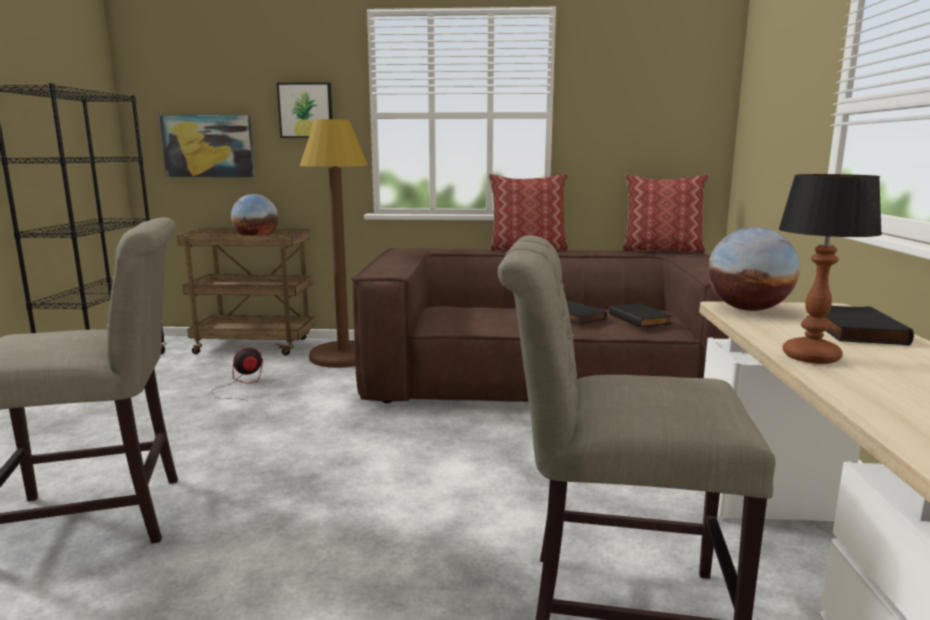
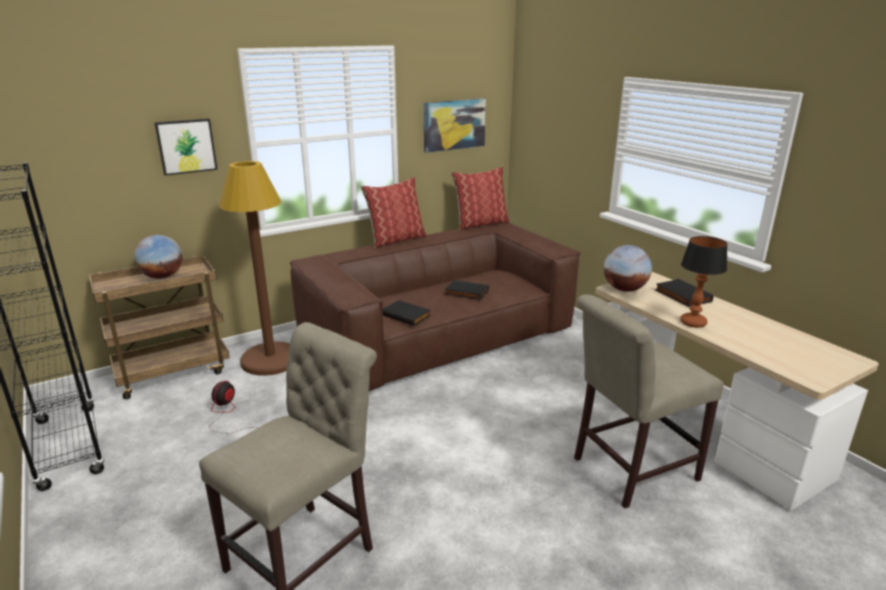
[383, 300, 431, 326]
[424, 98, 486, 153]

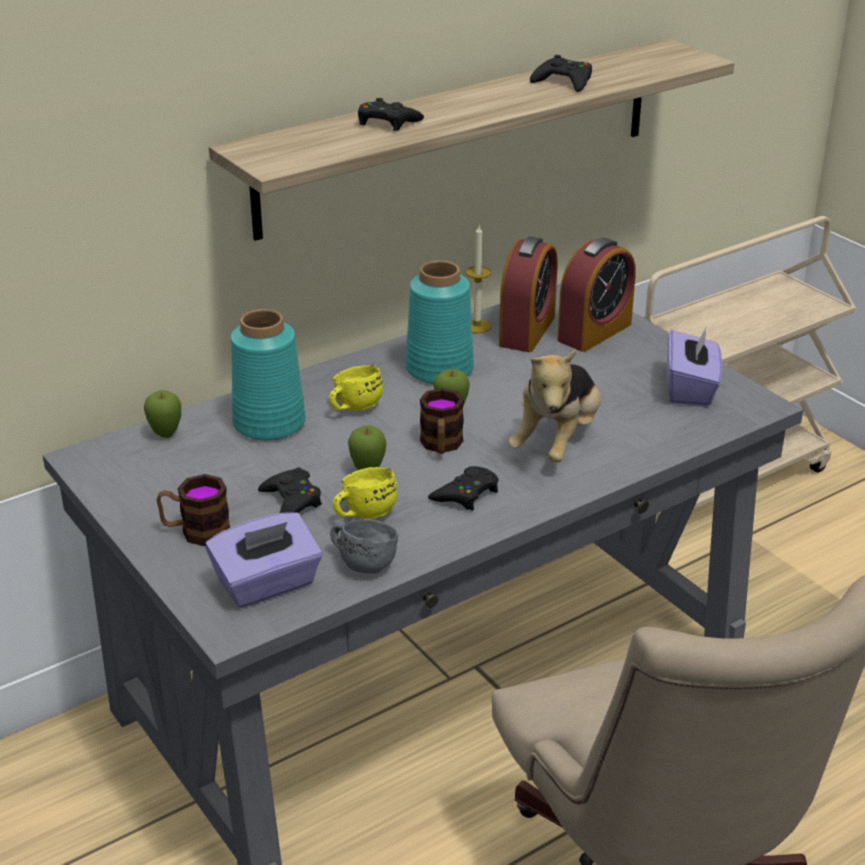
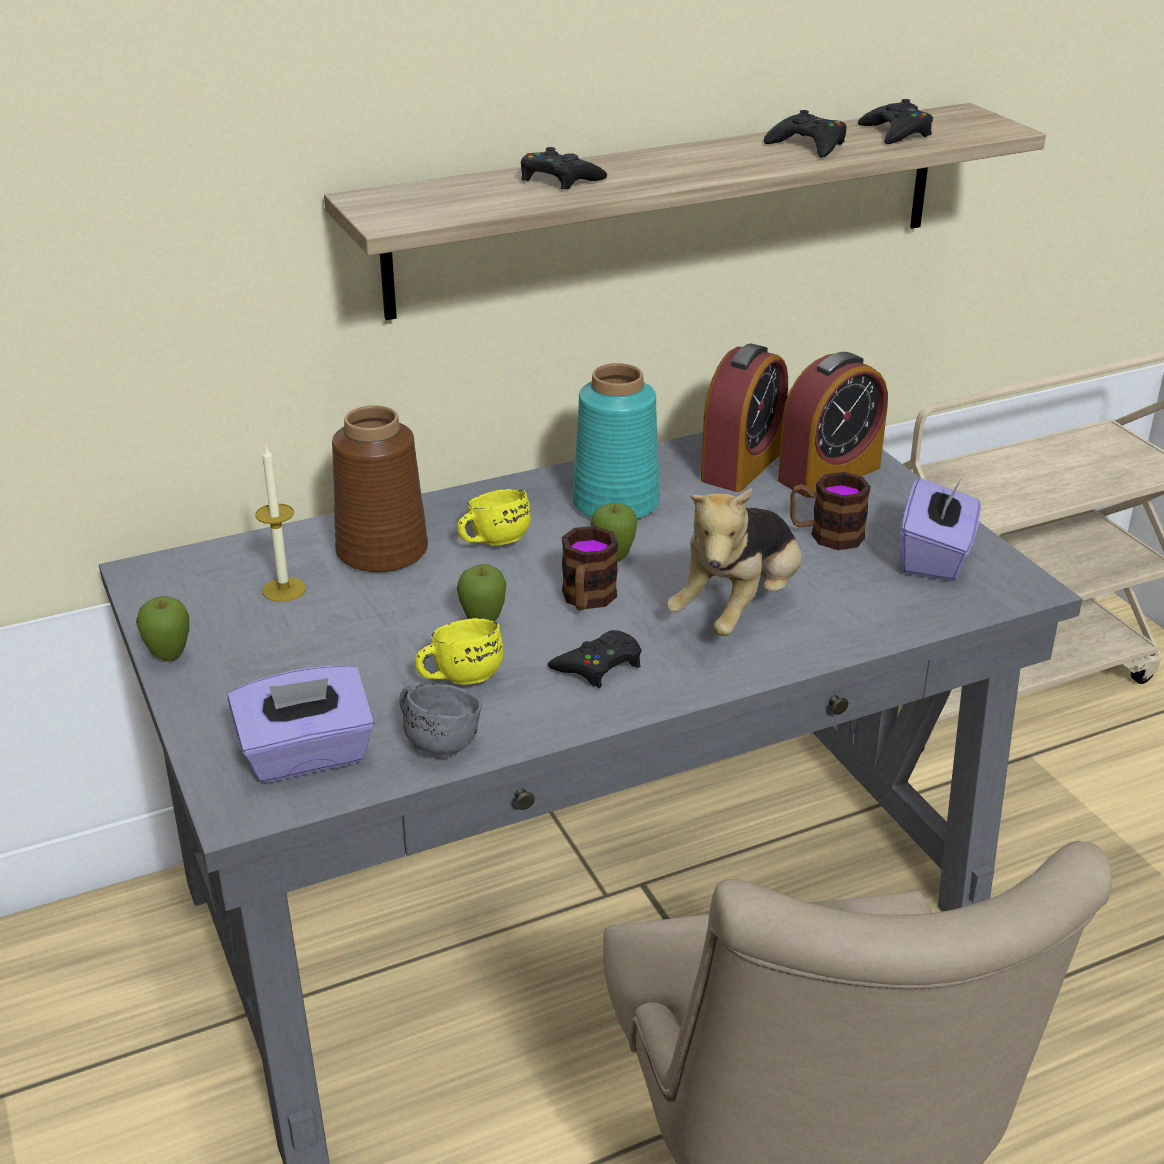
[136, 596, 189, 662]
[255, 446, 306, 602]
[332, 405, 428, 572]
[790, 472, 871, 550]
[858, 99, 933, 144]

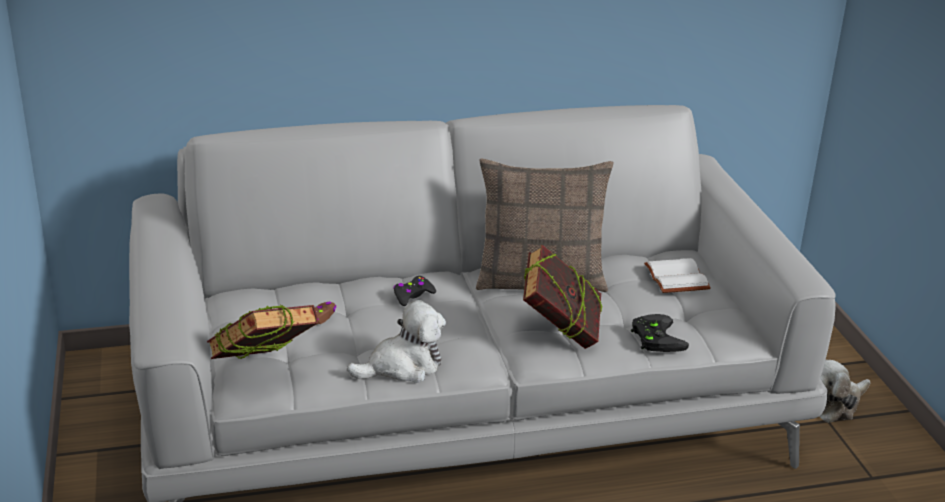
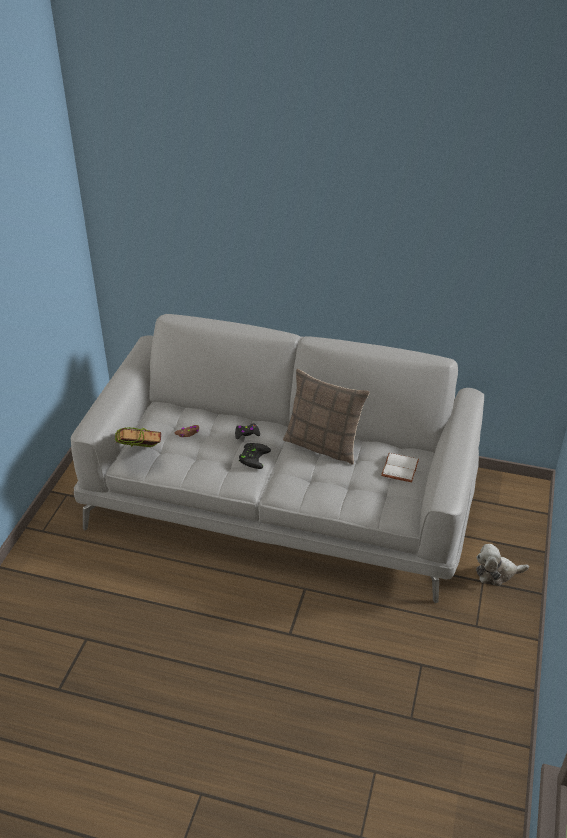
[239, 443, 271, 469]
[347, 300, 446, 383] (first image)
[523, 245, 603, 349] (first image)

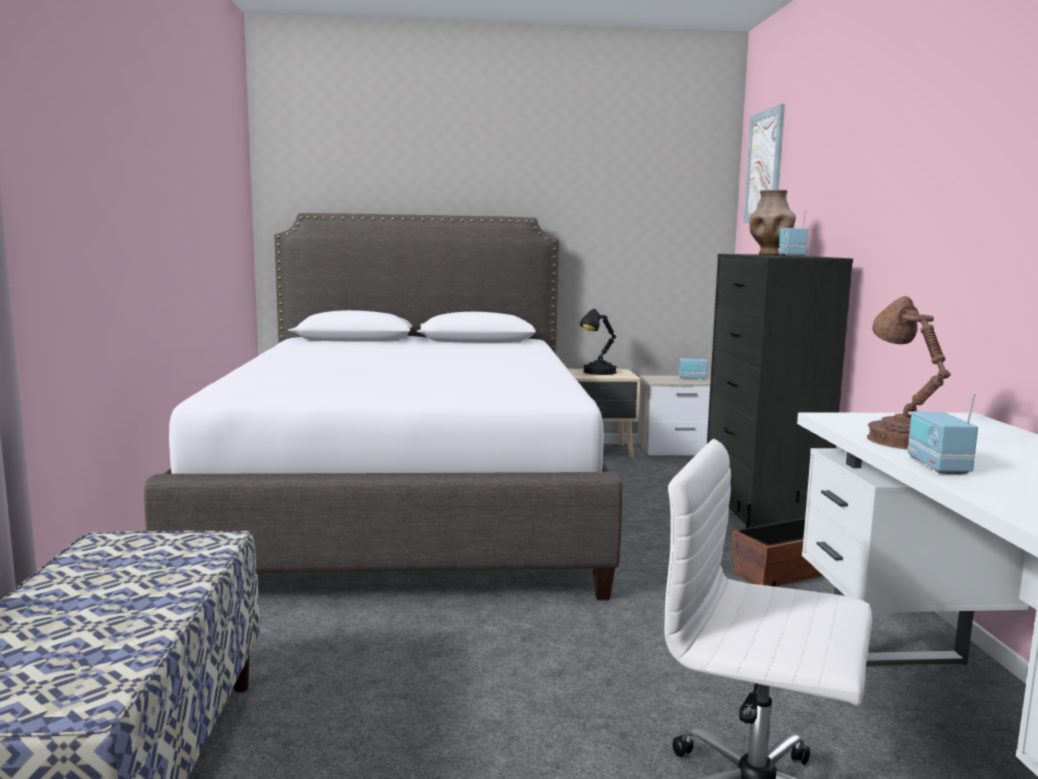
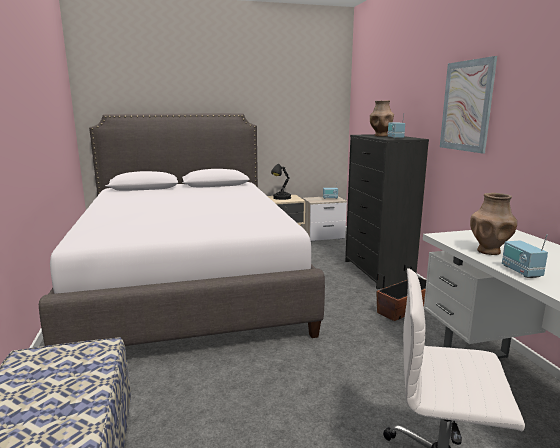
[440, 56, 497, 153]
[470, 193, 517, 255]

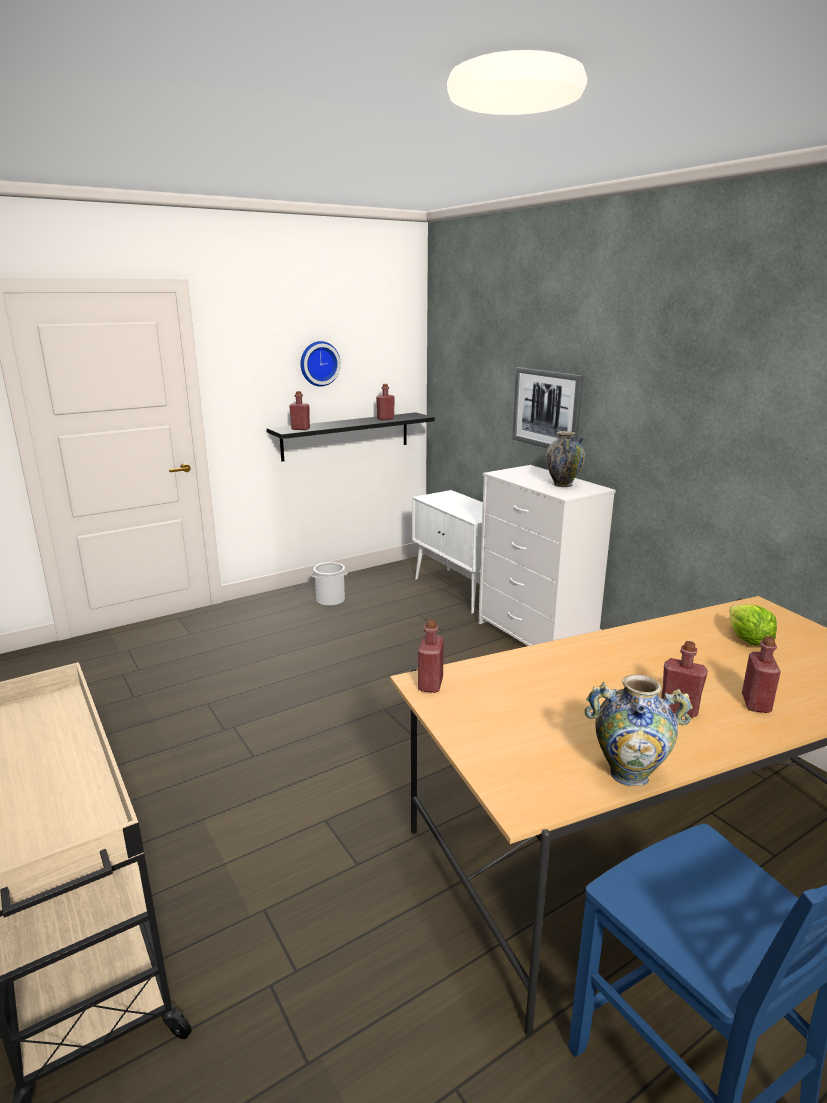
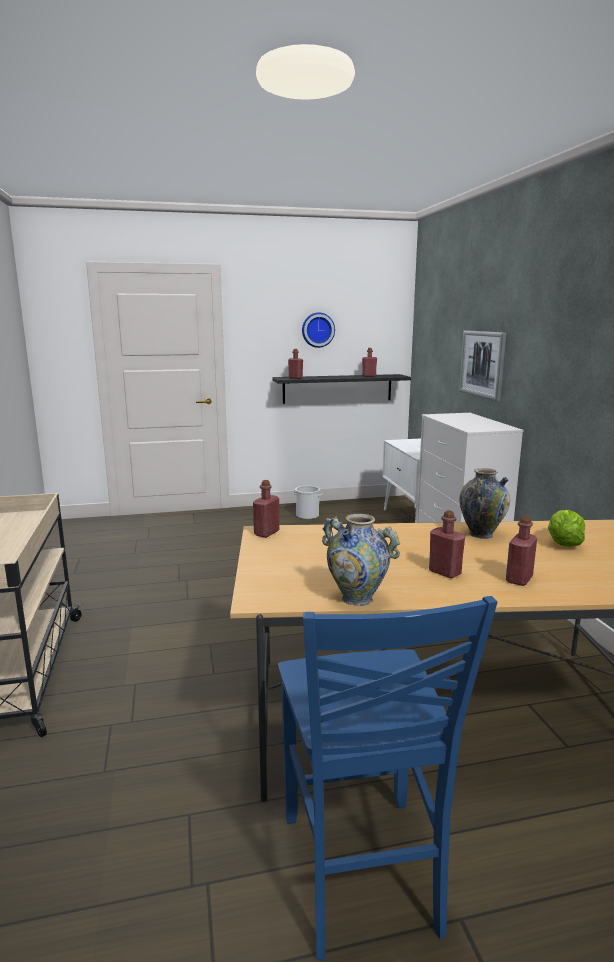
[459, 468, 510, 539]

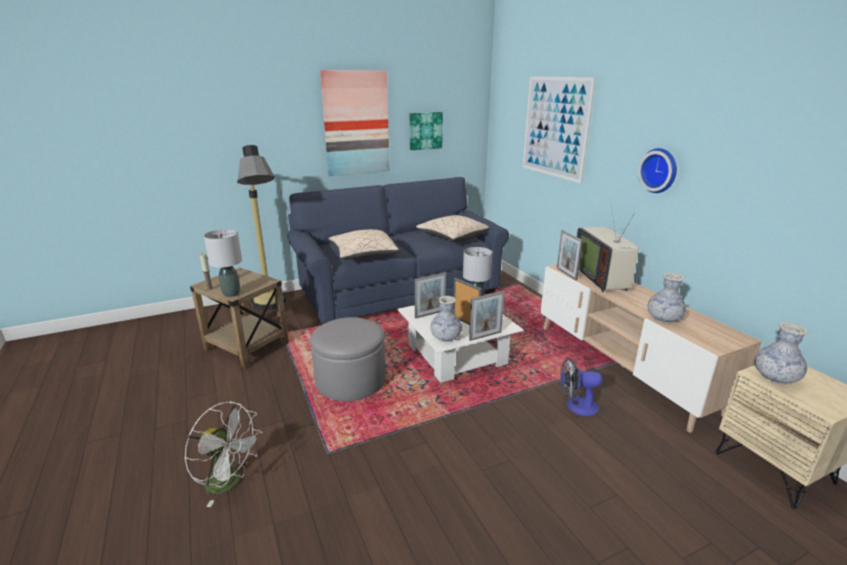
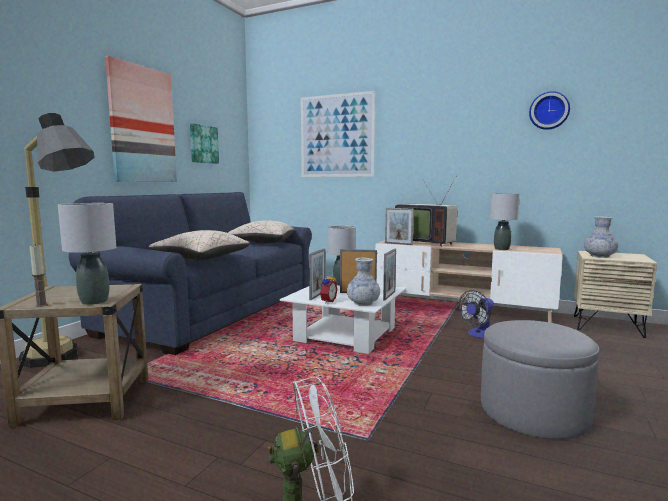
[320, 273, 337, 303]
[481, 320, 600, 439]
[490, 193, 520, 250]
[529, 91, 570, 130]

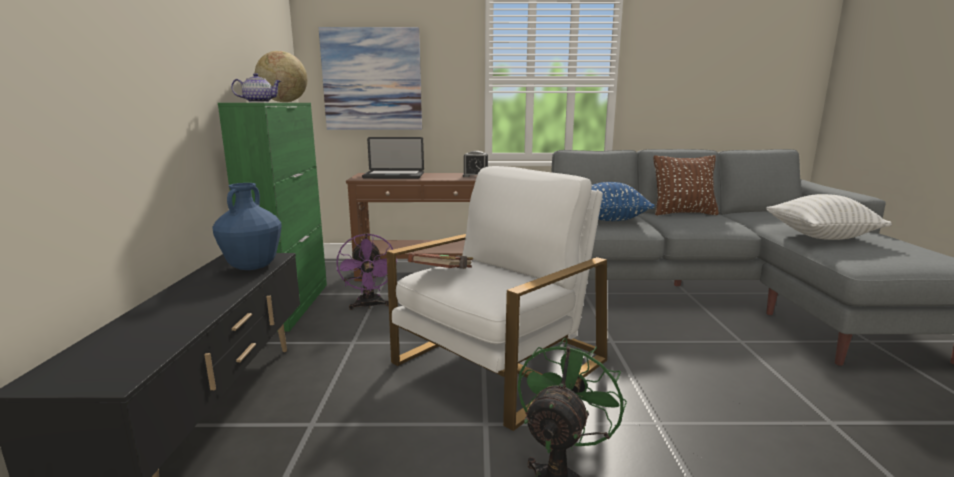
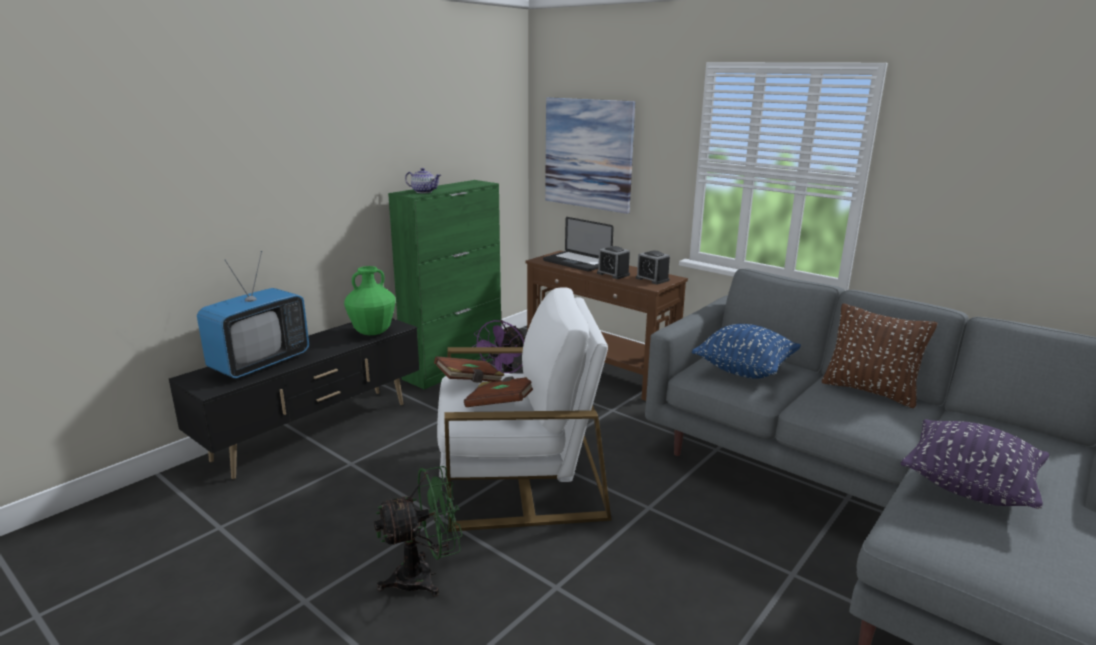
[197, 251, 309, 378]
[344, 266, 395, 335]
[464, 376, 533, 407]
[597, 246, 630, 279]
[901, 419, 1049, 509]
[255, 51, 308, 102] (first image)

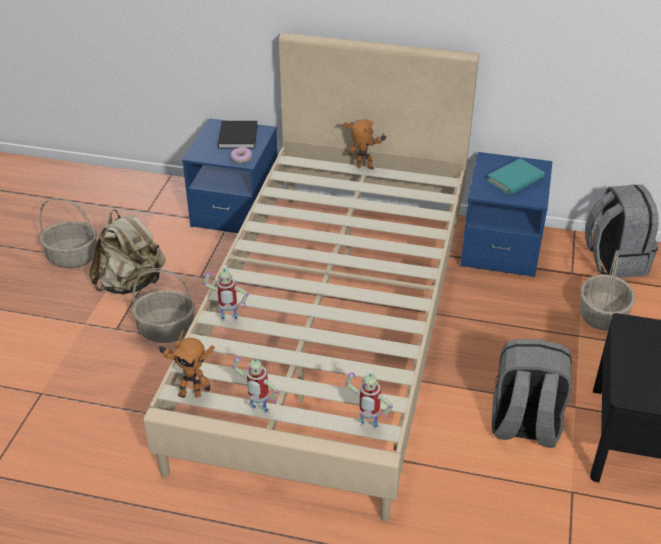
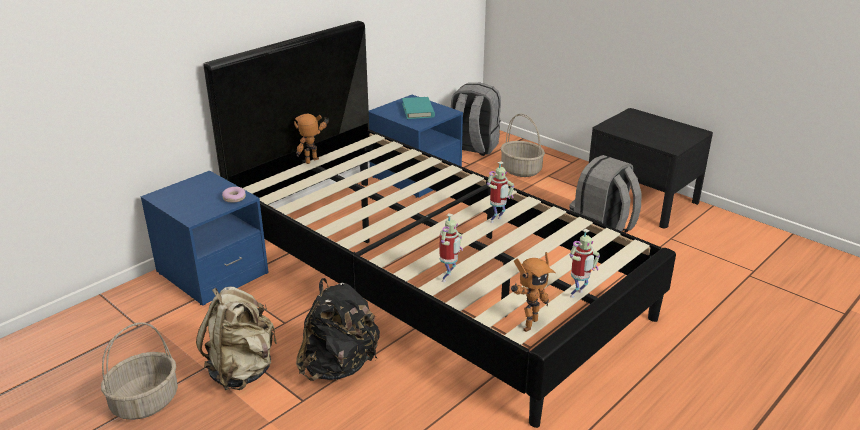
[203, 21, 676, 428]
[296, 278, 380, 381]
[487, 161, 514, 223]
[218, 121, 258, 149] (first image)

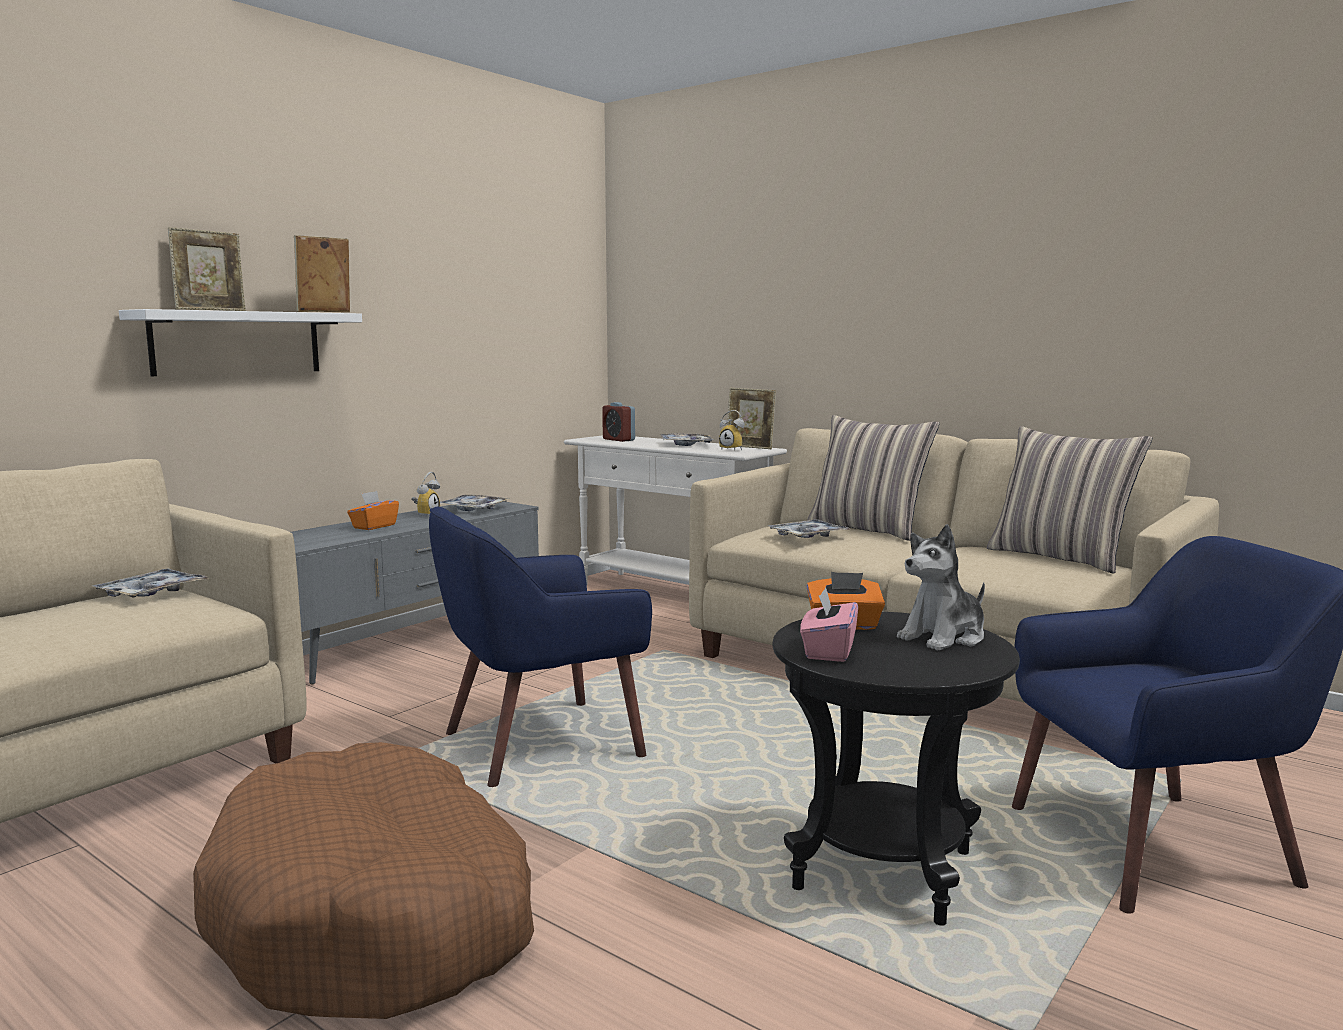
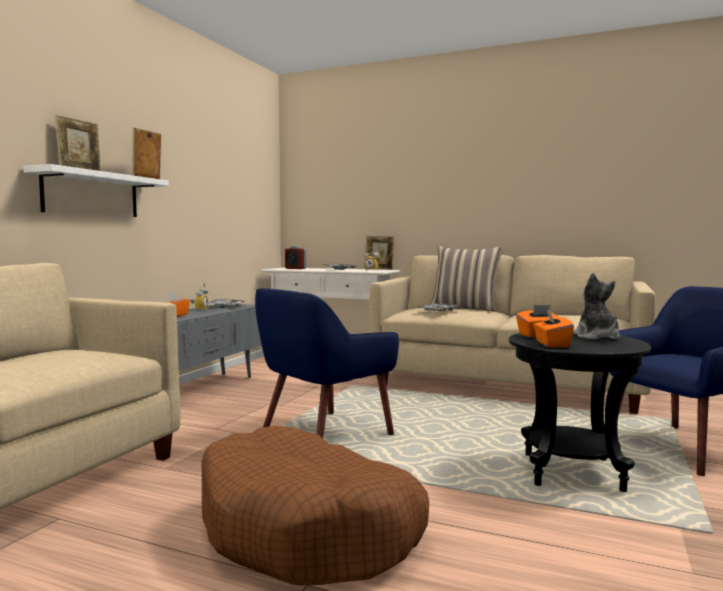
[533, 309, 574, 347]
[573, 273, 620, 340]
[92, 568, 210, 598] (first image)
[987, 426, 1153, 574] (first image)

